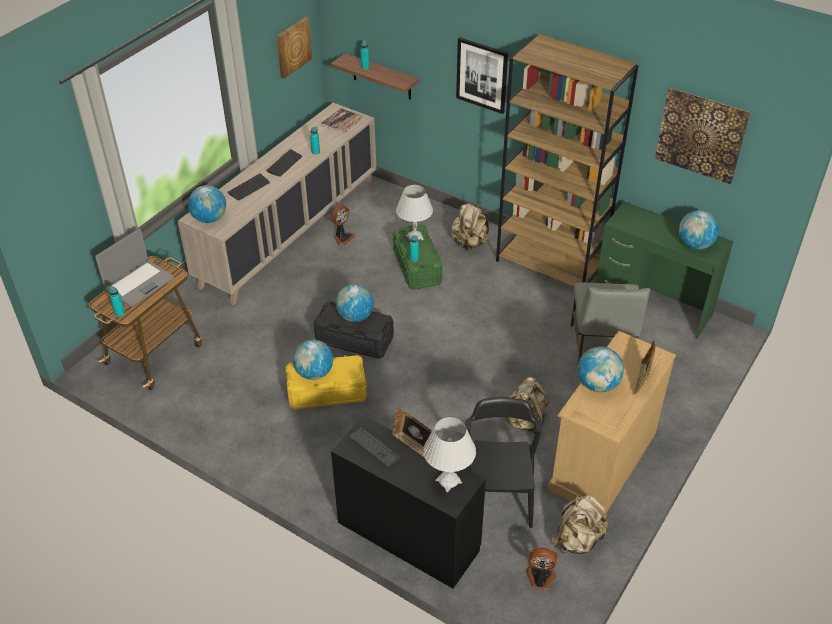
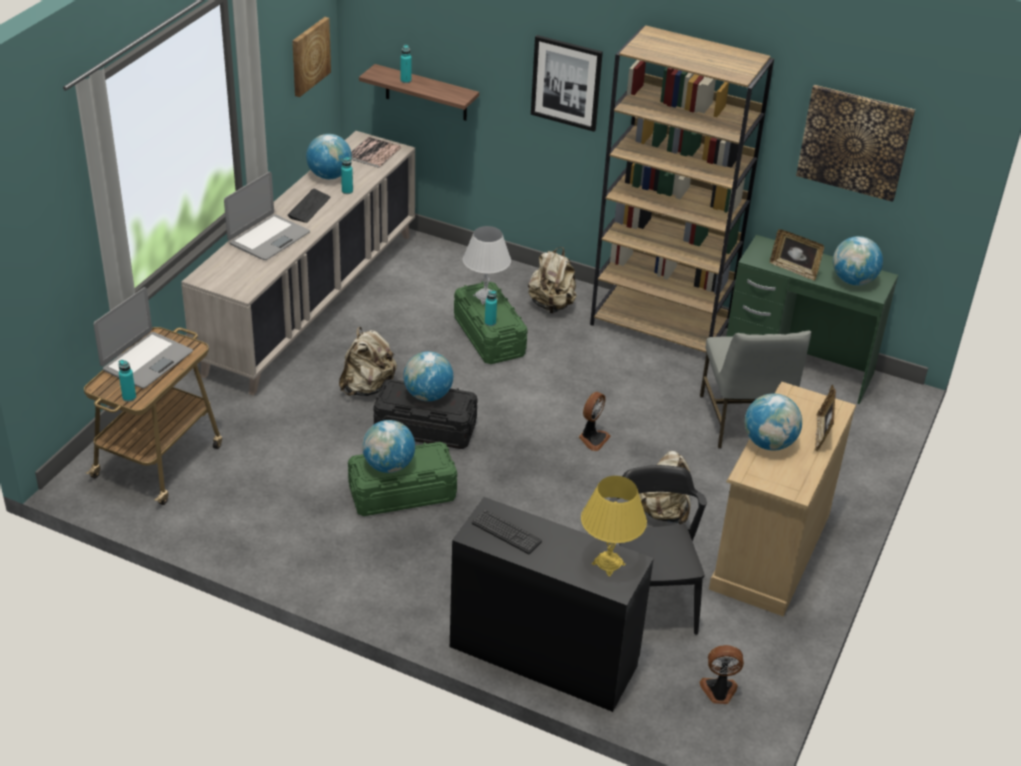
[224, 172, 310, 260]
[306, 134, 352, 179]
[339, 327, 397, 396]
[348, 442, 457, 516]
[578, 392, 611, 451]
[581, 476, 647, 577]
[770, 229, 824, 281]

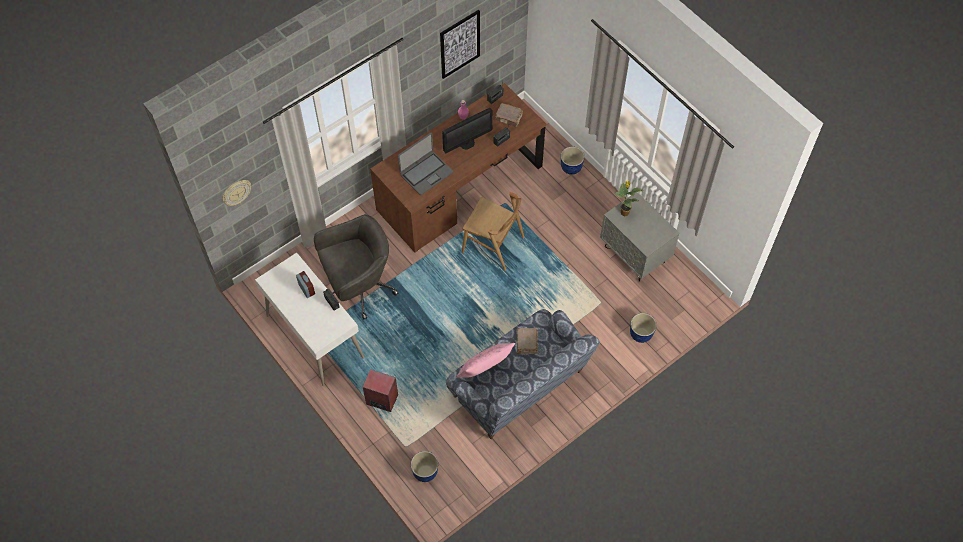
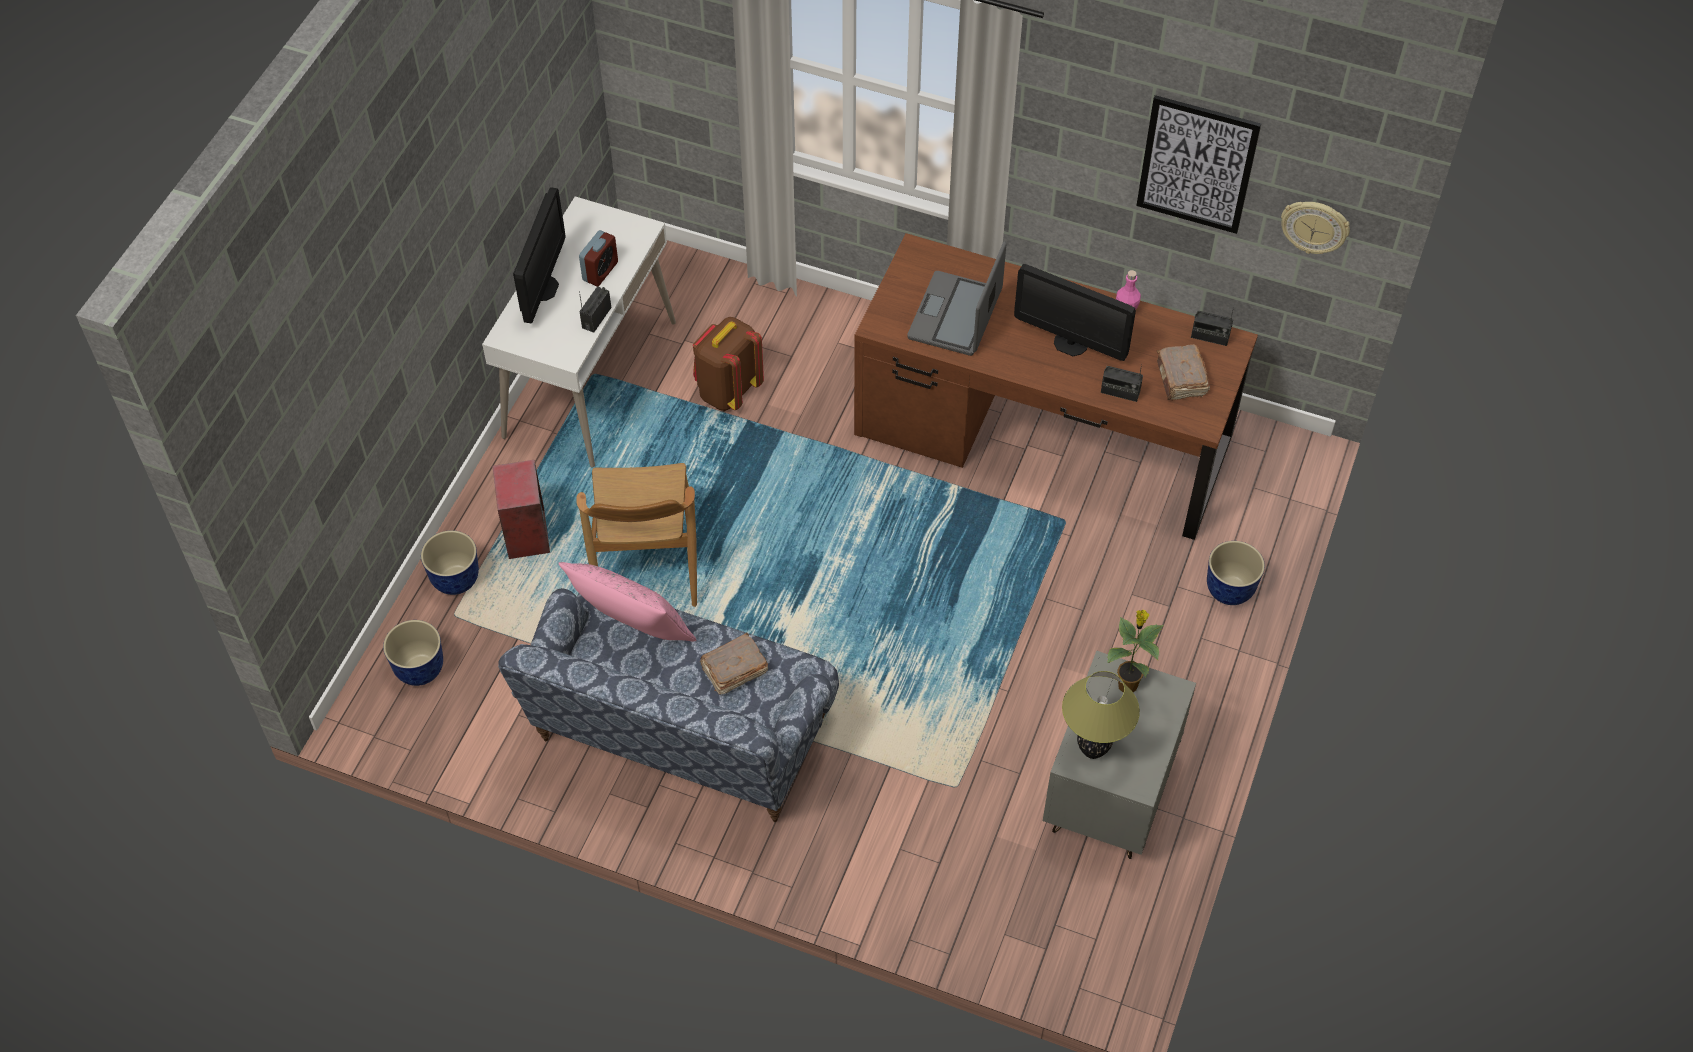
[421, 530, 479, 595]
[513, 187, 565, 324]
[576, 463, 697, 607]
[693, 317, 764, 411]
[907, 241, 1006, 356]
[1062, 671, 1140, 759]
[1281, 202, 1350, 254]

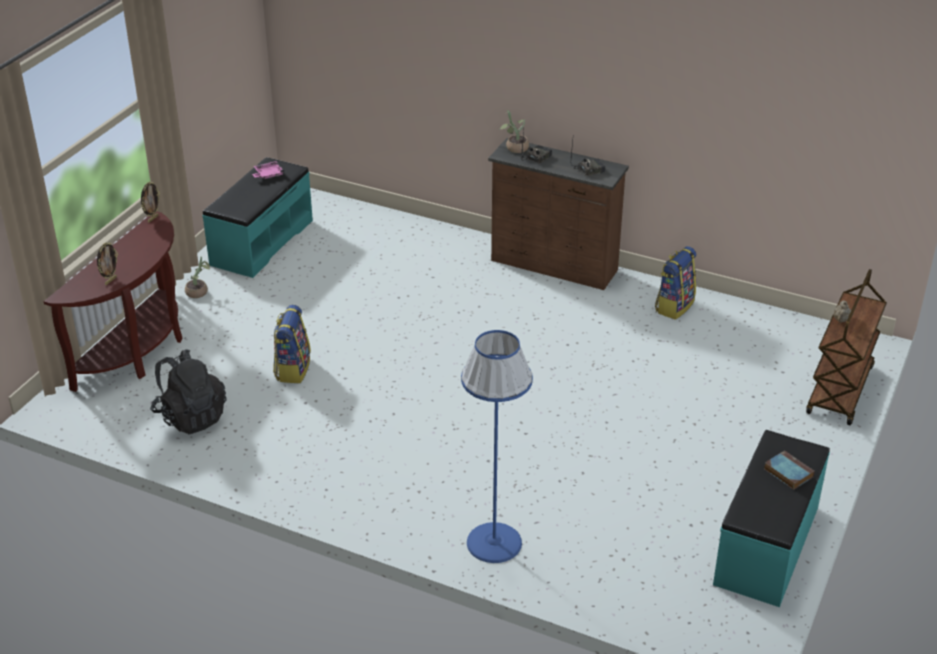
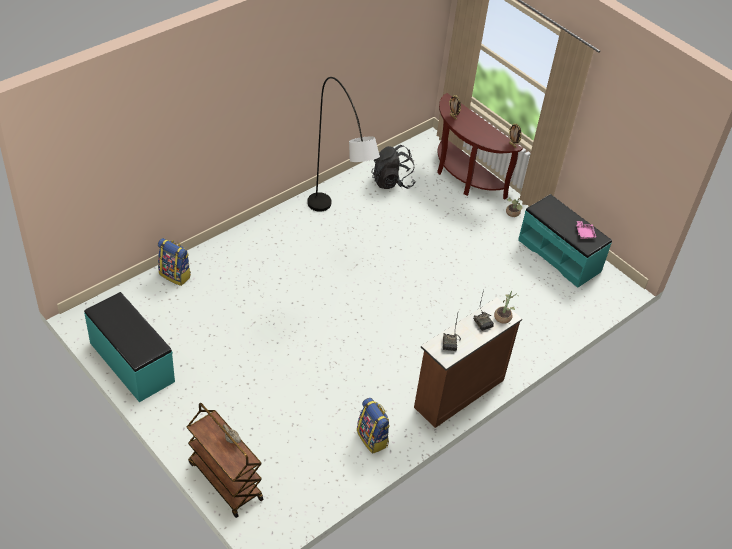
[158, 238, 191, 286]
[307, 77, 380, 212]
[461, 330, 533, 563] (first image)
[764, 450, 815, 490] (first image)

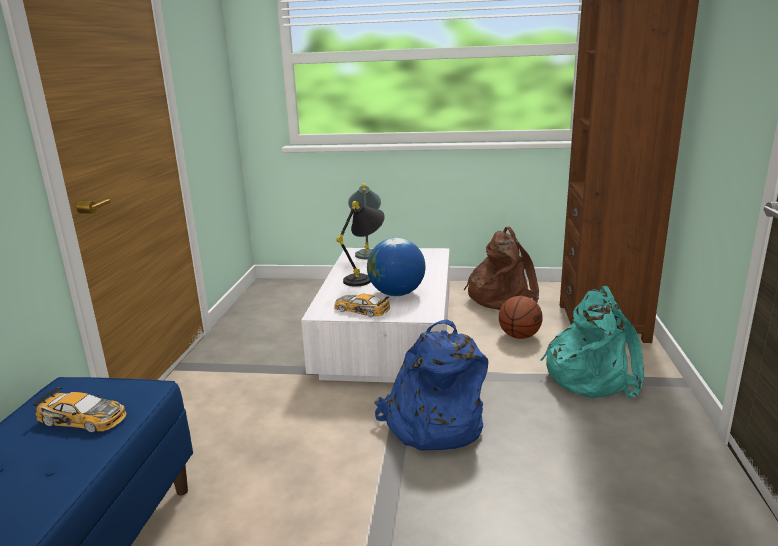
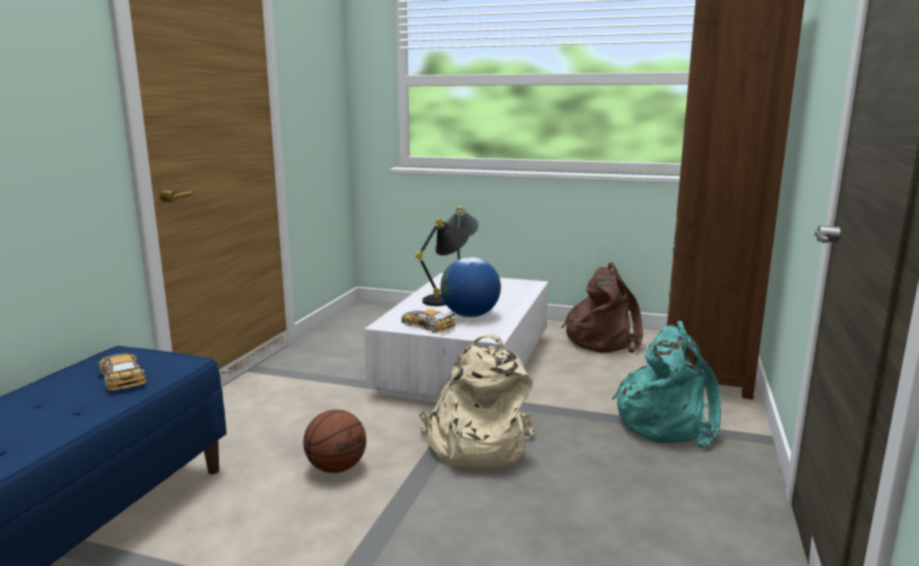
[99, 353, 146, 391]
[303, 410, 366, 473]
[419, 334, 535, 469]

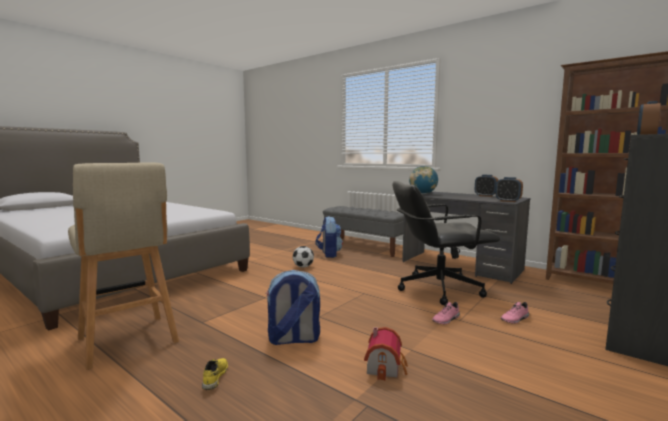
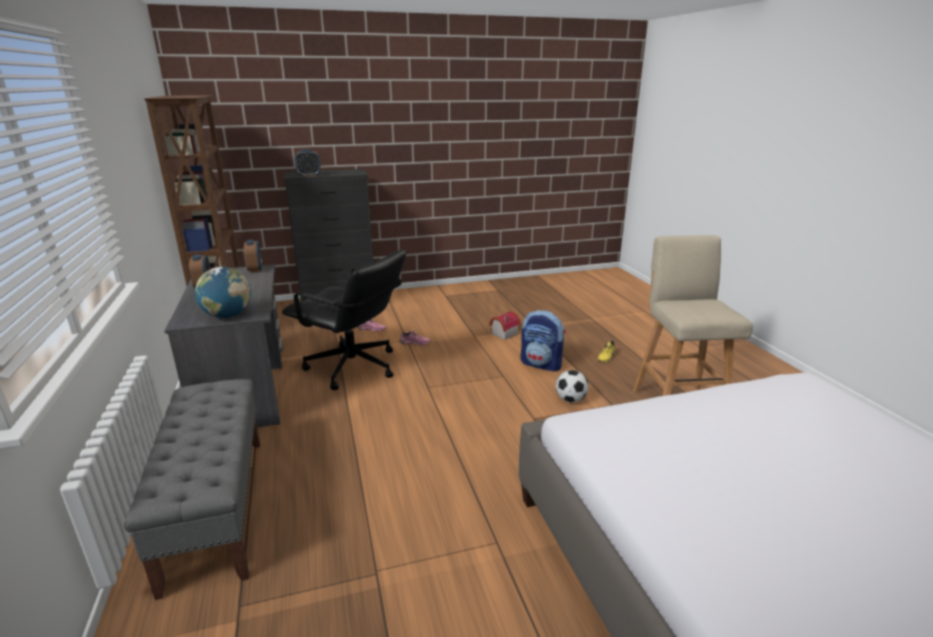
[556, 370, 589, 403]
[315, 216, 343, 258] (first image)

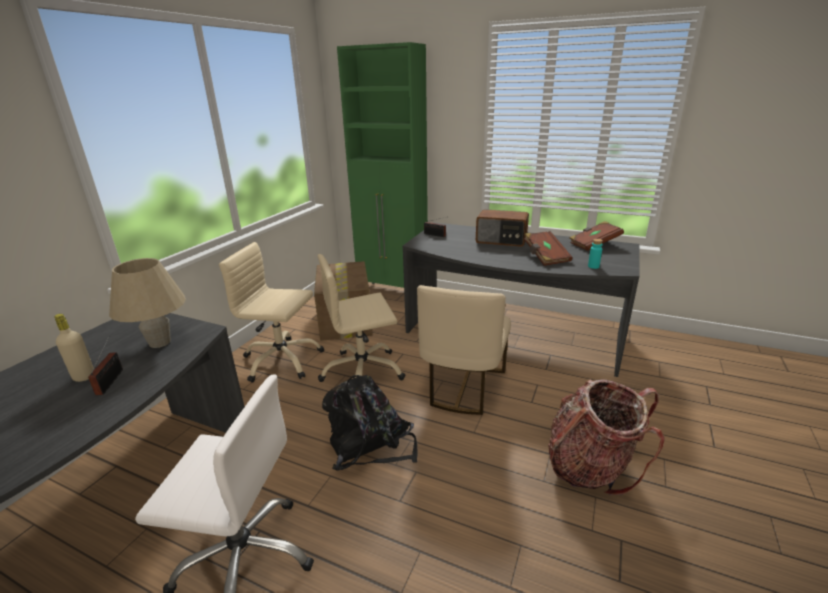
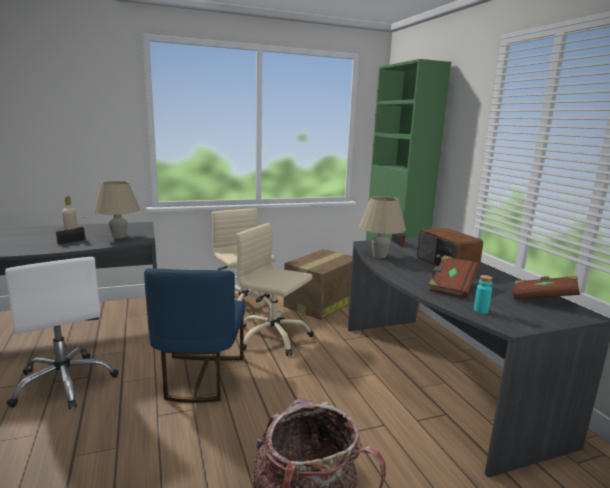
[144, 268, 245, 403]
[359, 196, 406, 258]
[417, 285, 511, 415] (first image)

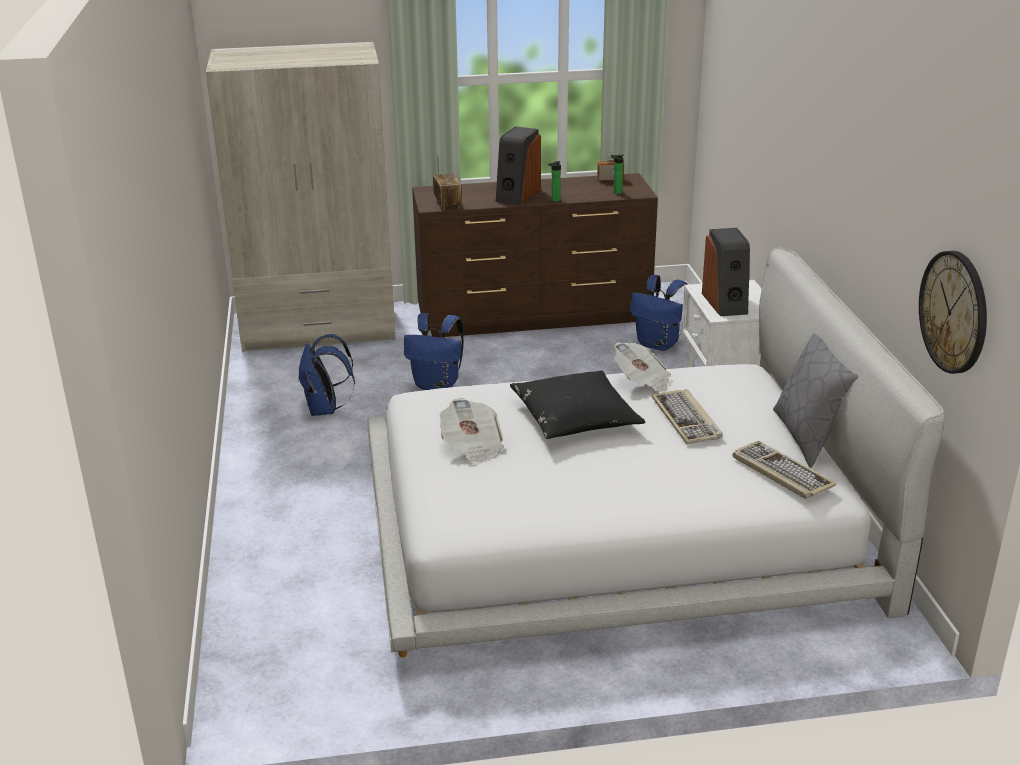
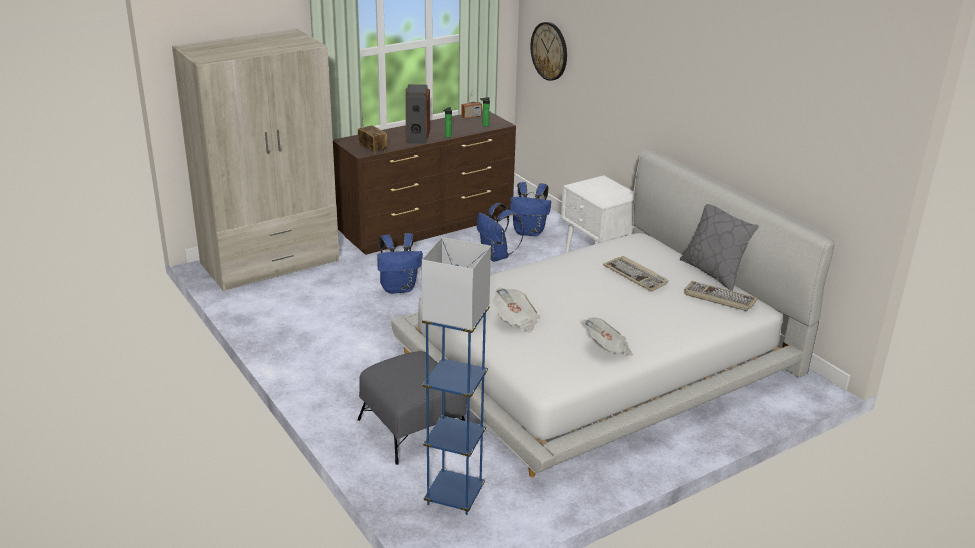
[357, 351, 467, 465]
[422, 237, 491, 515]
[477, 203, 524, 262]
[531, 22, 567, 81]
[584, 317, 633, 356]
[510, 370, 645, 439] (first image)
[702, 228, 750, 316] (first image)

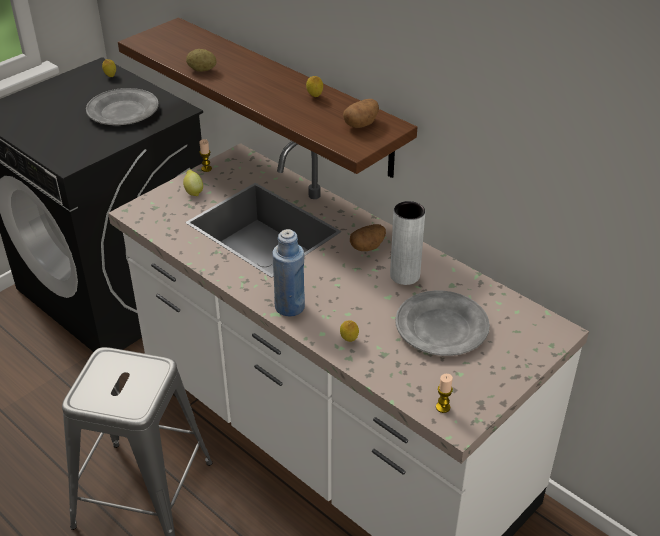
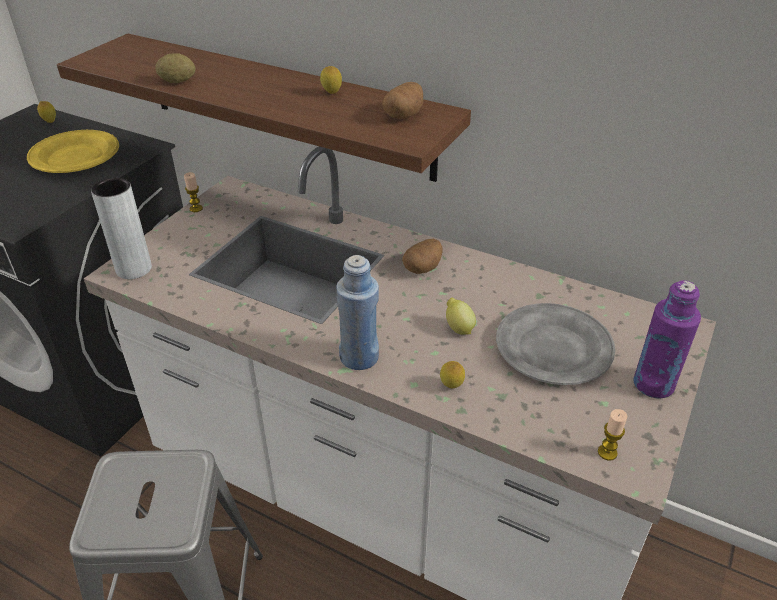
[27, 130, 119, 173]
[91, 178, 152, 279]
[446, 297, 476, 335]
[633, 281, 701, 398]

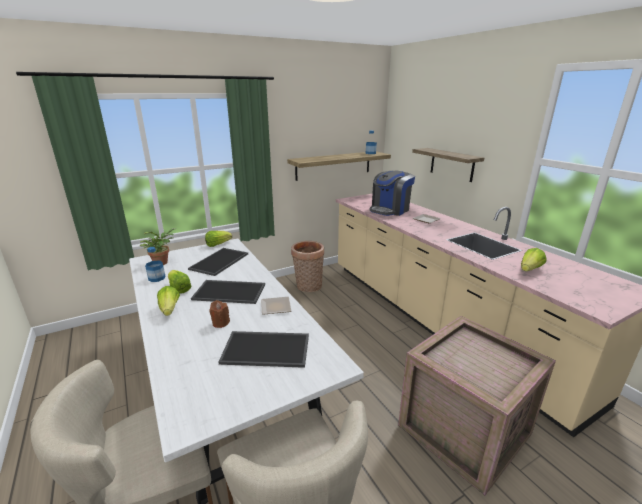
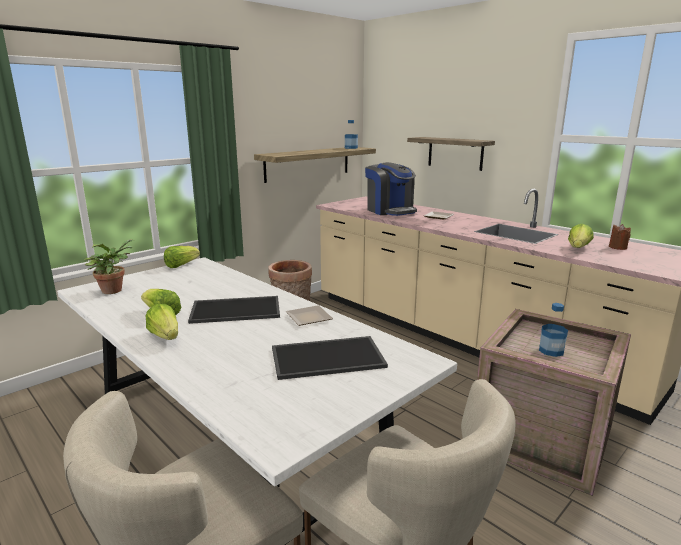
[365, 162, 417, 216]
[539, 303, 568, 357]
[609, 224, 631, 250]
[188, 248, 248, 276] (first image)

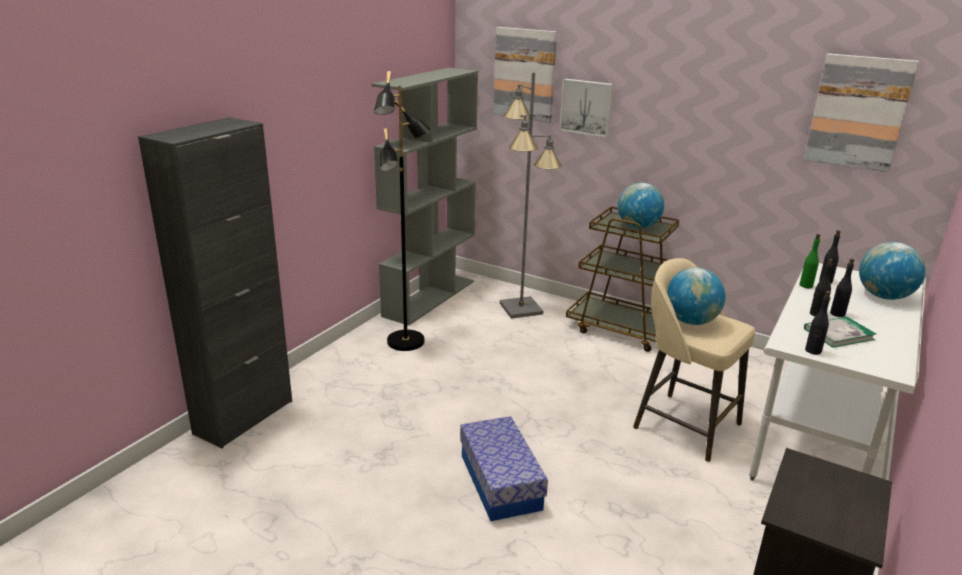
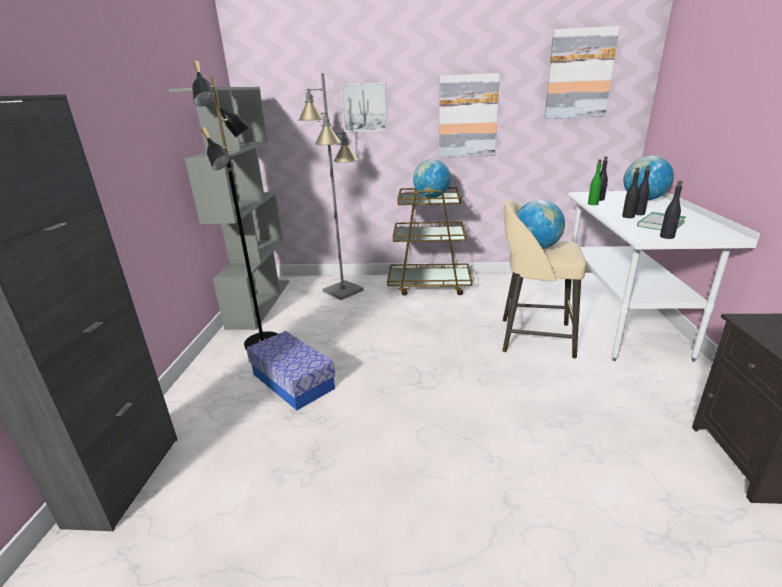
[246, 331, 335, 410]
[439, 73, 500, 158]

